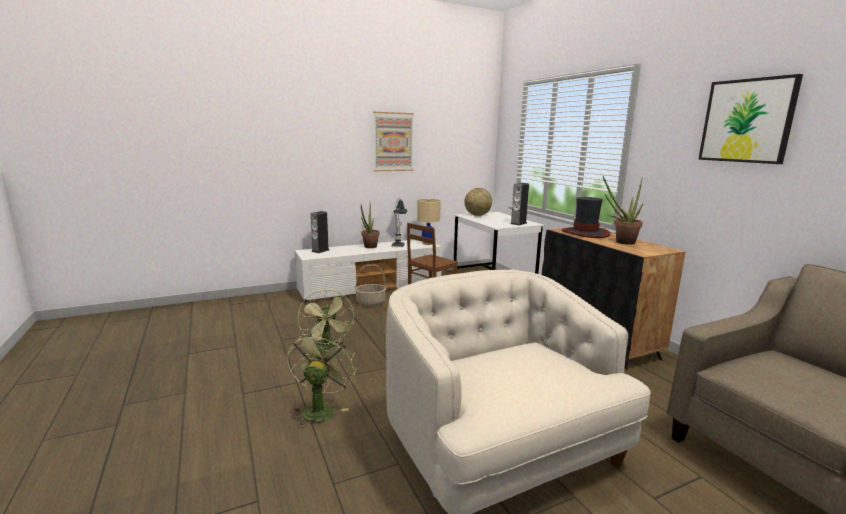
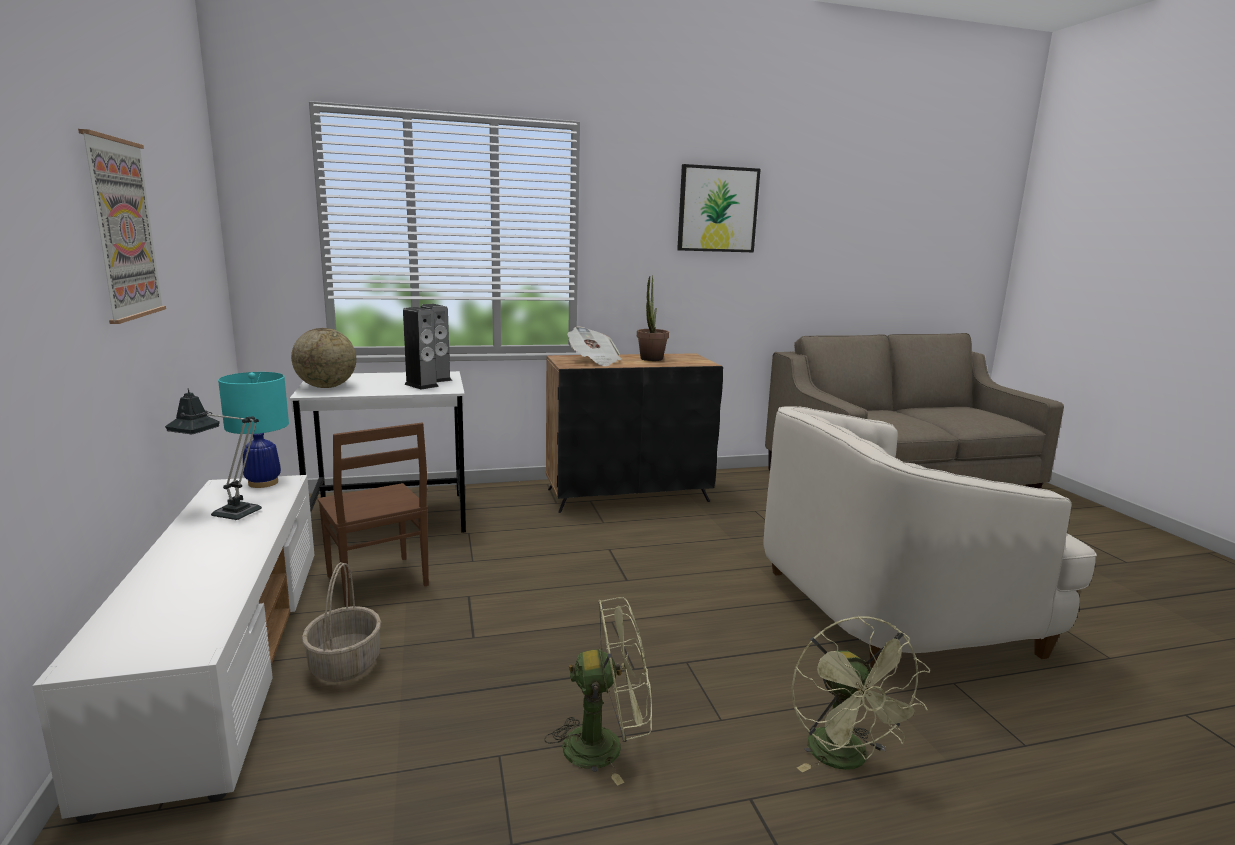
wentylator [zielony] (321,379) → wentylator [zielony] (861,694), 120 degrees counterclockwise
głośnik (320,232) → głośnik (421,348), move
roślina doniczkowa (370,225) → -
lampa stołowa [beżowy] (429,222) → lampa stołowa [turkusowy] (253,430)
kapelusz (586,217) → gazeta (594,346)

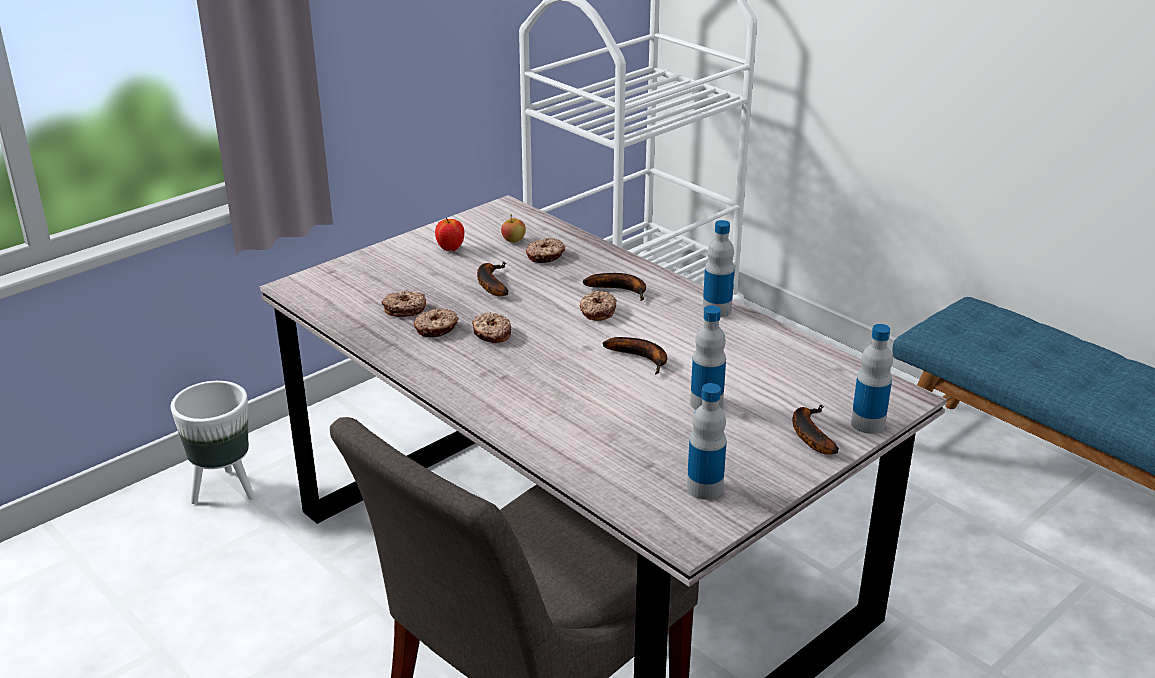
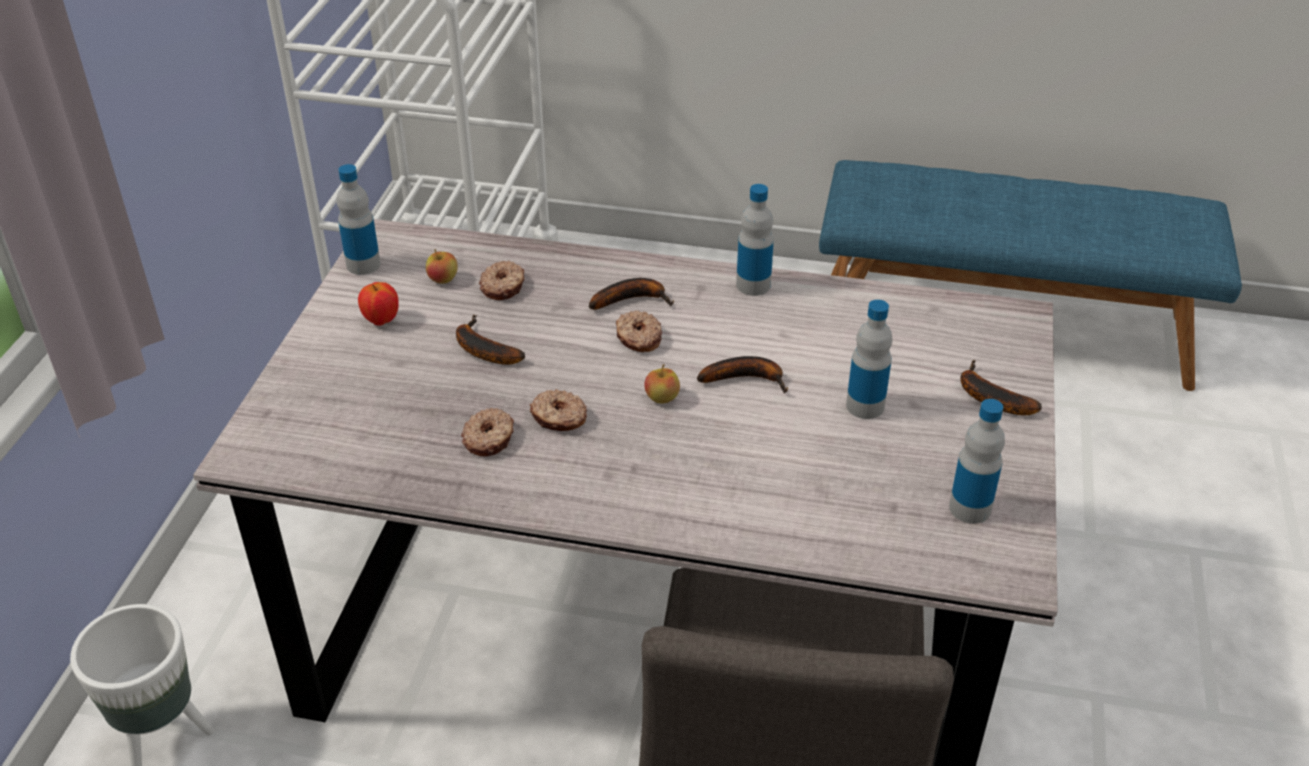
donut (404,303) → -
butelka (872,379) → butelka (359,219), move
- → jabłko (662,383)

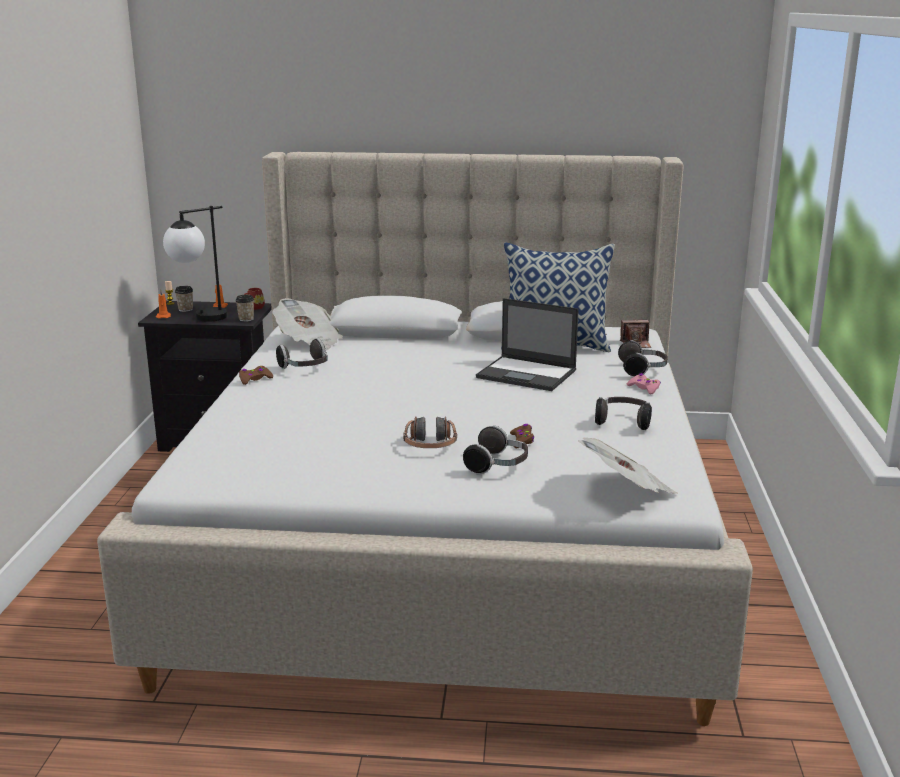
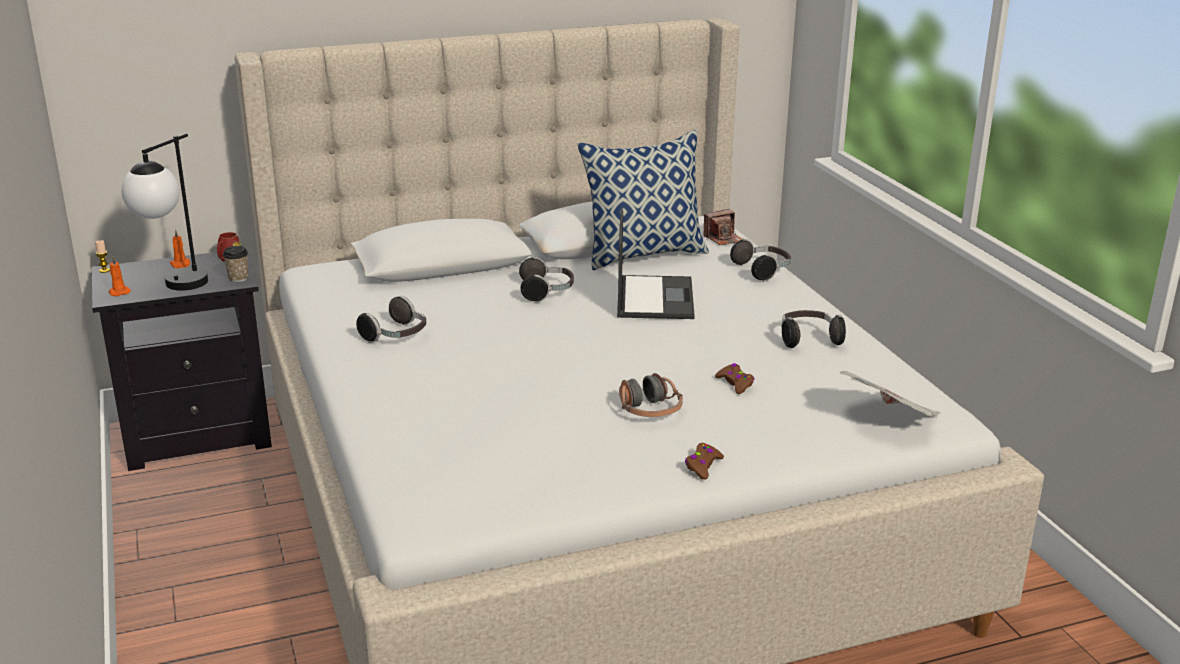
filiżanka (184,299) → -
pad do gier [brązowy] (256,375) → pad do gier [brązowy] (704,461), move
gazeta (308,324) → -
słuchawki (495,450) → słuchawki (546,279), move
laptop (527,344) → laptop (656,264), 90 degrees counterclockwise
pad do gier [różowy] (644,383) → -

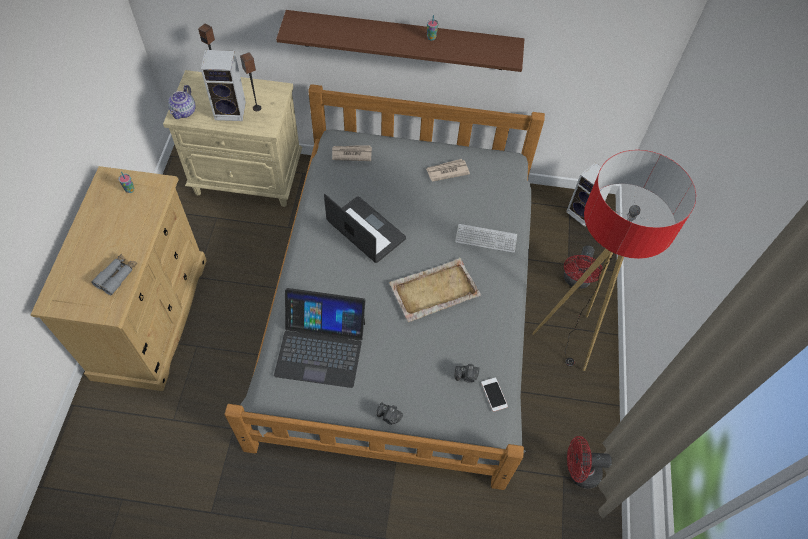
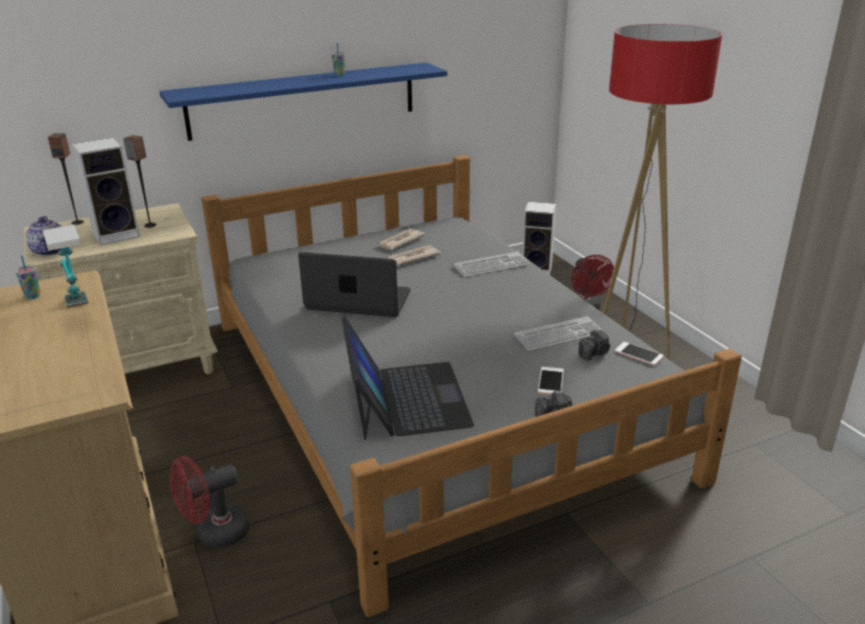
lornetka [szary] (114,274) → -
laptop (319,338) → laptop (407,378), 75 degrees counterclockwise
półka [brązowy] (400,41) → półka [niebieski] (303,101)
gazeta (352,153) → gazeta (414,255), move
taca [beżowy] (435,290) → -
wentylator [czerwony] (589,462) → wentylator [czerwony] (209,502), move
- → lampa stołowa (65,266)
- → klawiatura (558,333)
- → telefon (551,381)

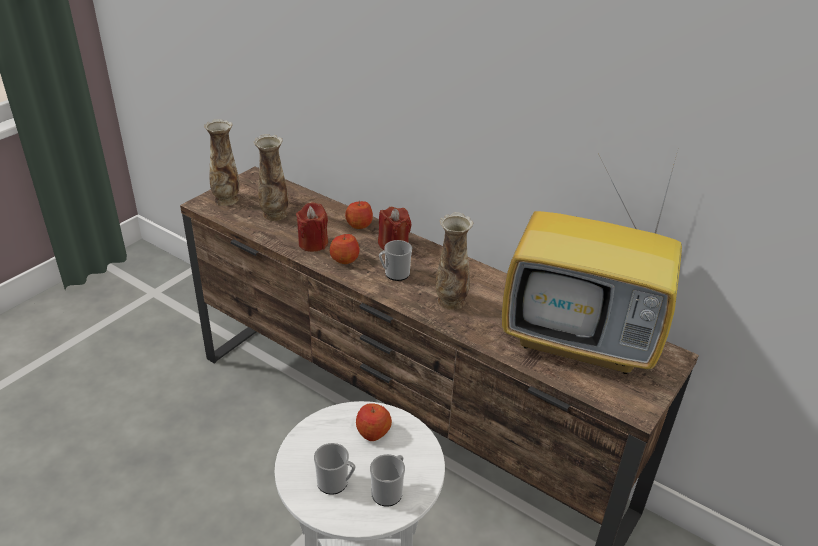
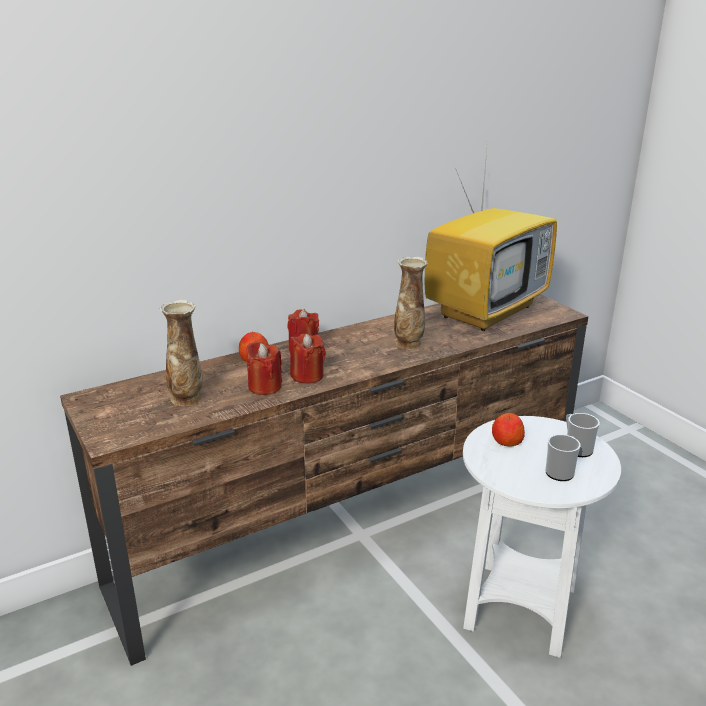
wazon (221,162) → -
jabłko (345,249) → świeca [czerwony] (308,359)
kubek (395,260) → -

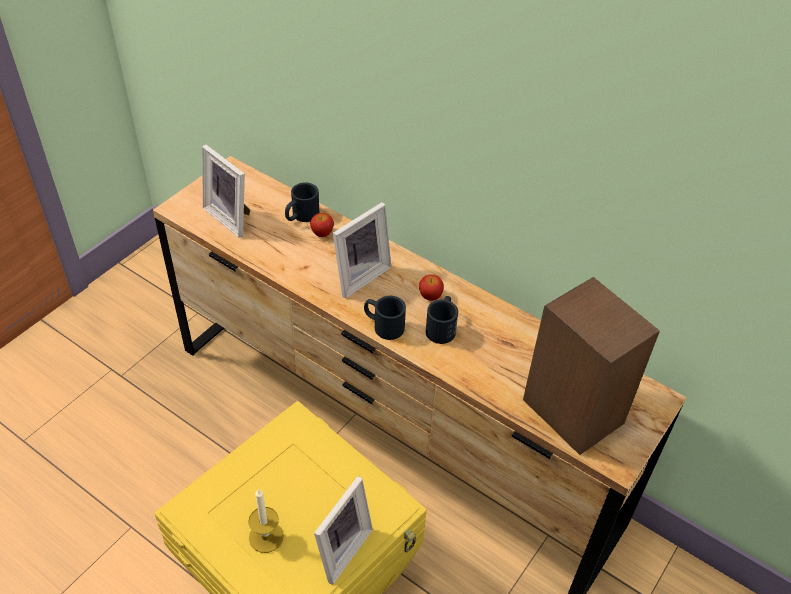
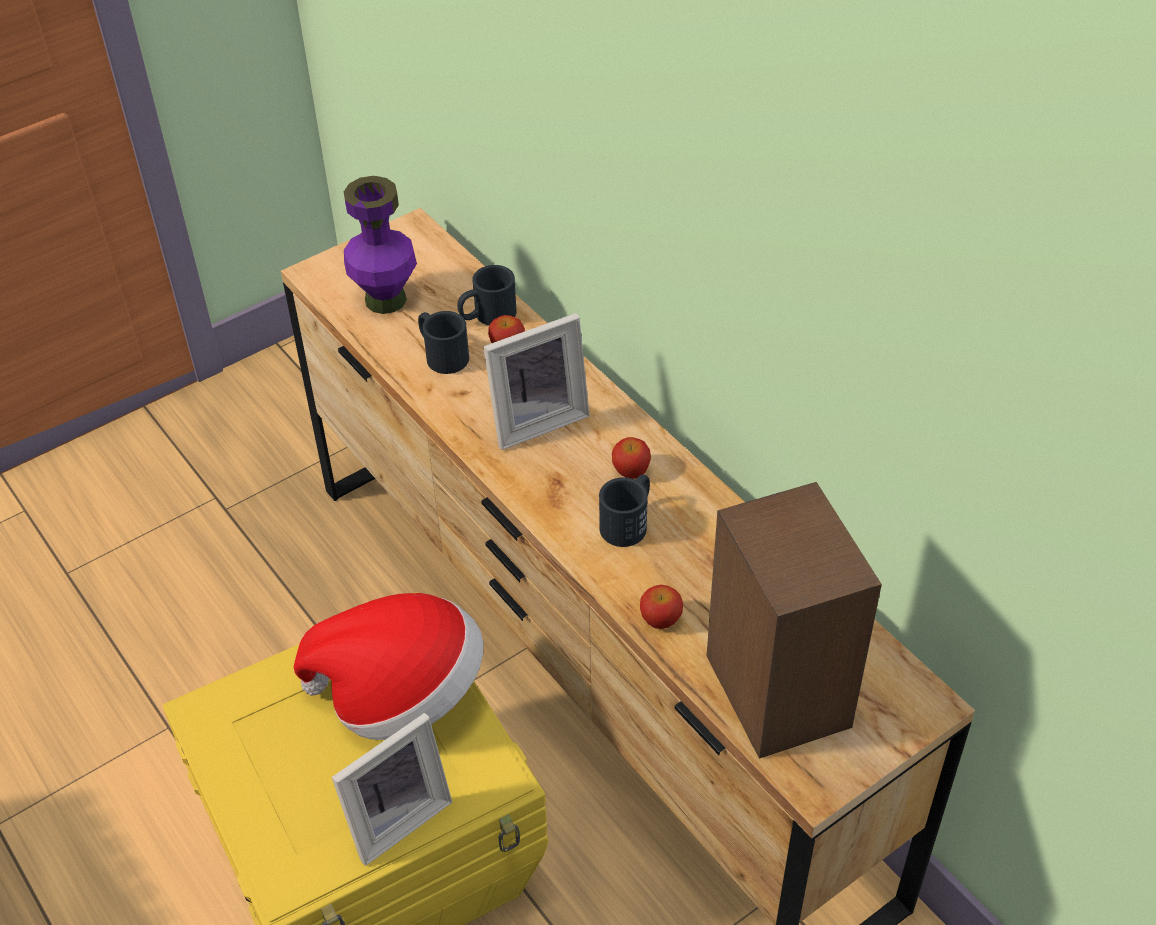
ramka na zdjęcie (226,191) → wazon [fioletowy] (380,245)
świeca (266,520) → -
kubek [czarny] (385,318) → kubek [czarny] (443,342), move
- → kapelusz (388,666)
- → jabłko (661,607)

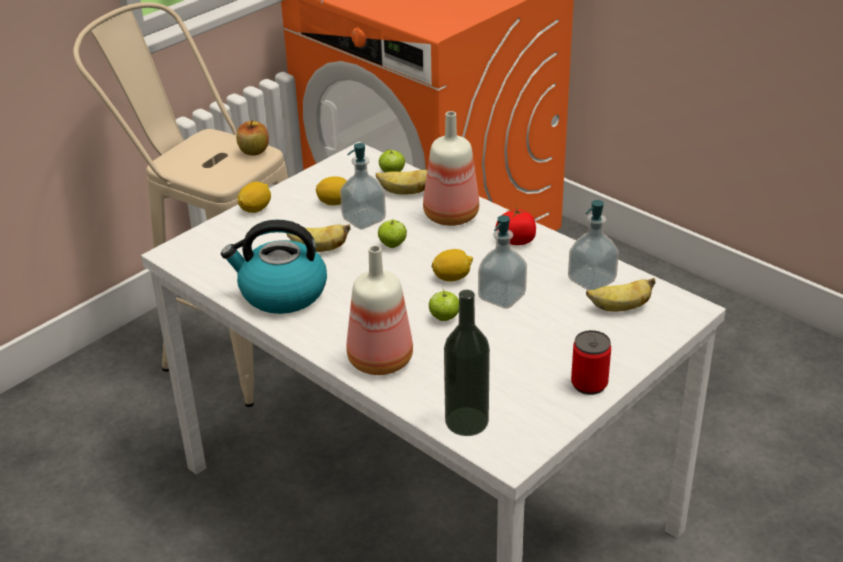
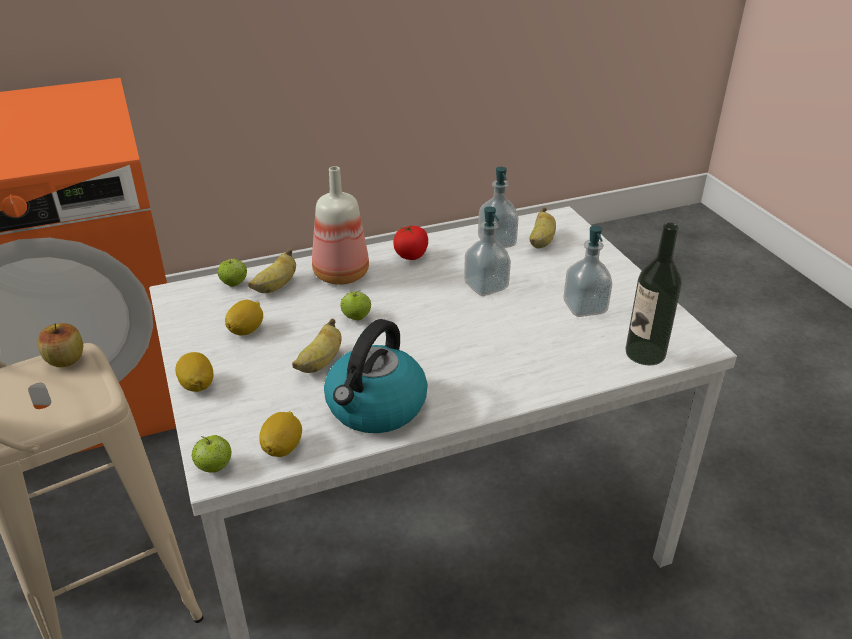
dozownik mydła (363,186) → dozownik mydła (587,271), move
butelka (379,310) → -
jabłko (444,304) → jabłko (211,453), move
cytryna (452,265) → cytryna (280,434), move
puszka (591,362) → -

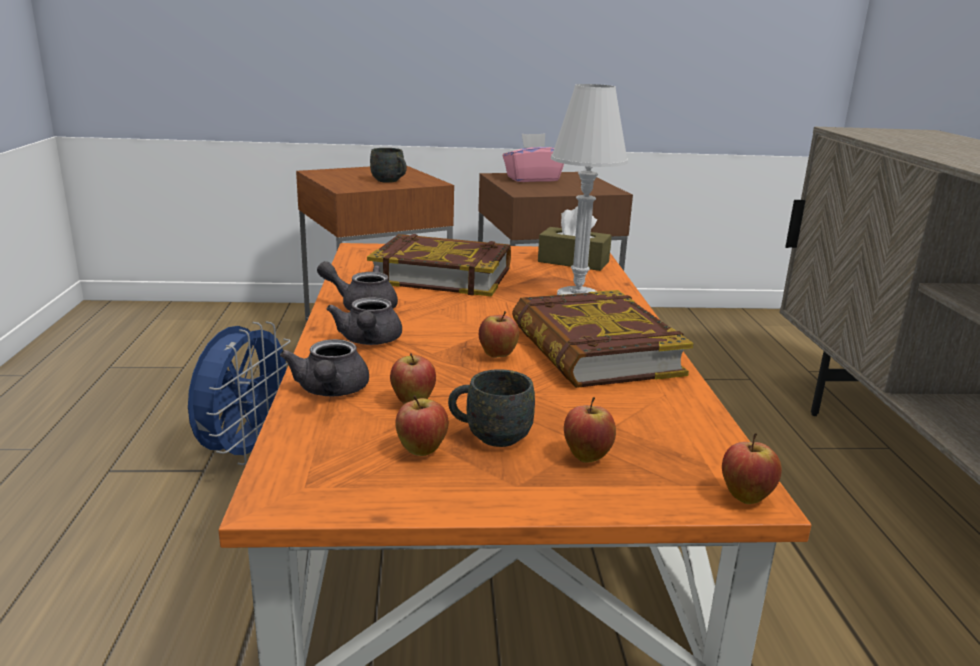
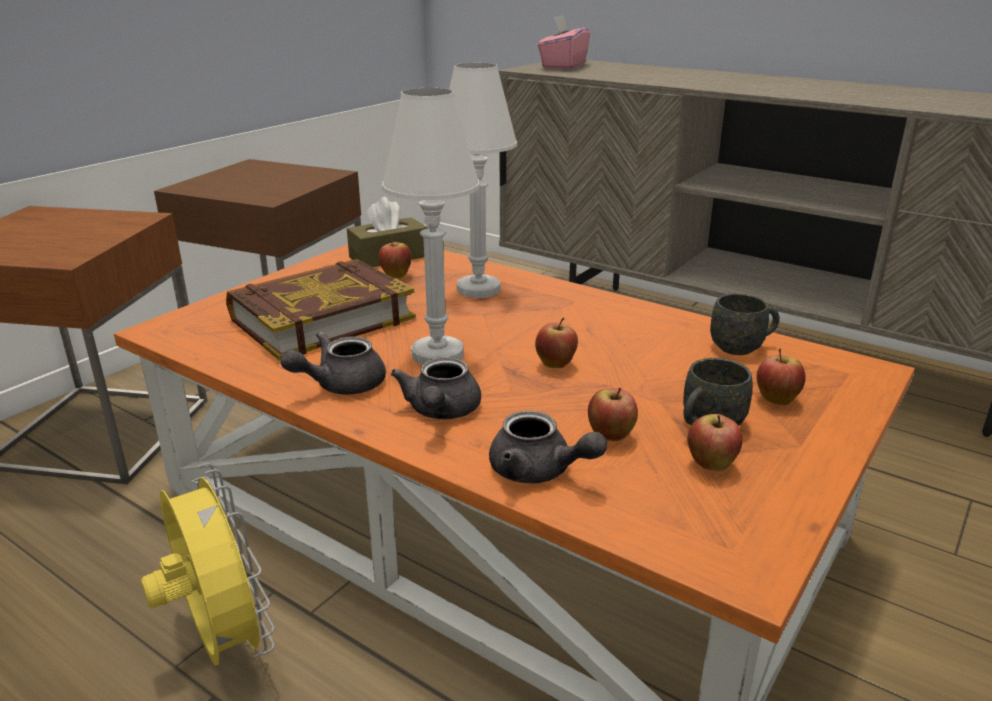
wentylator [niebieski] (239,393) → wentylator [żółty] (208,564)
imbryk [szary] (364,321) → imbryk [szary] (436,388), 60 degrees clockwise
kubek [szary] (388,165) → kubek [szary] (745,324), move
pudełko chusteczek [różowy] (533,157) → pudełko chusteczek [różowy] (563,42), move
książka (602,339) → -
jabłko (752,468) → jabłko (395,257), move
- → lampa stołowa [biały] (431,226)

